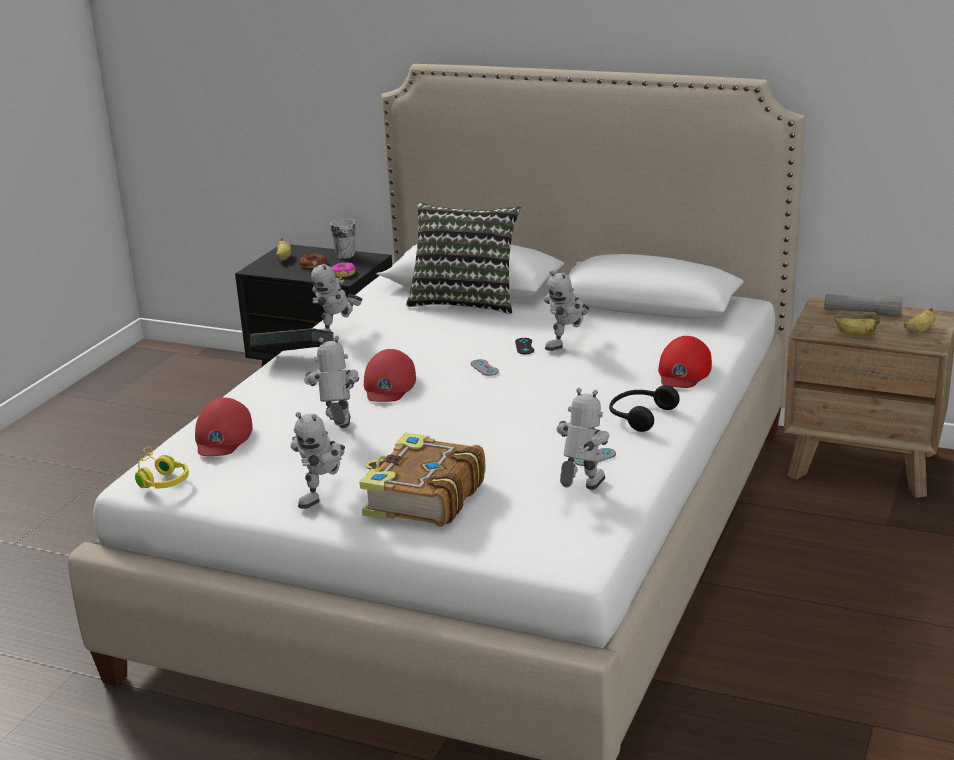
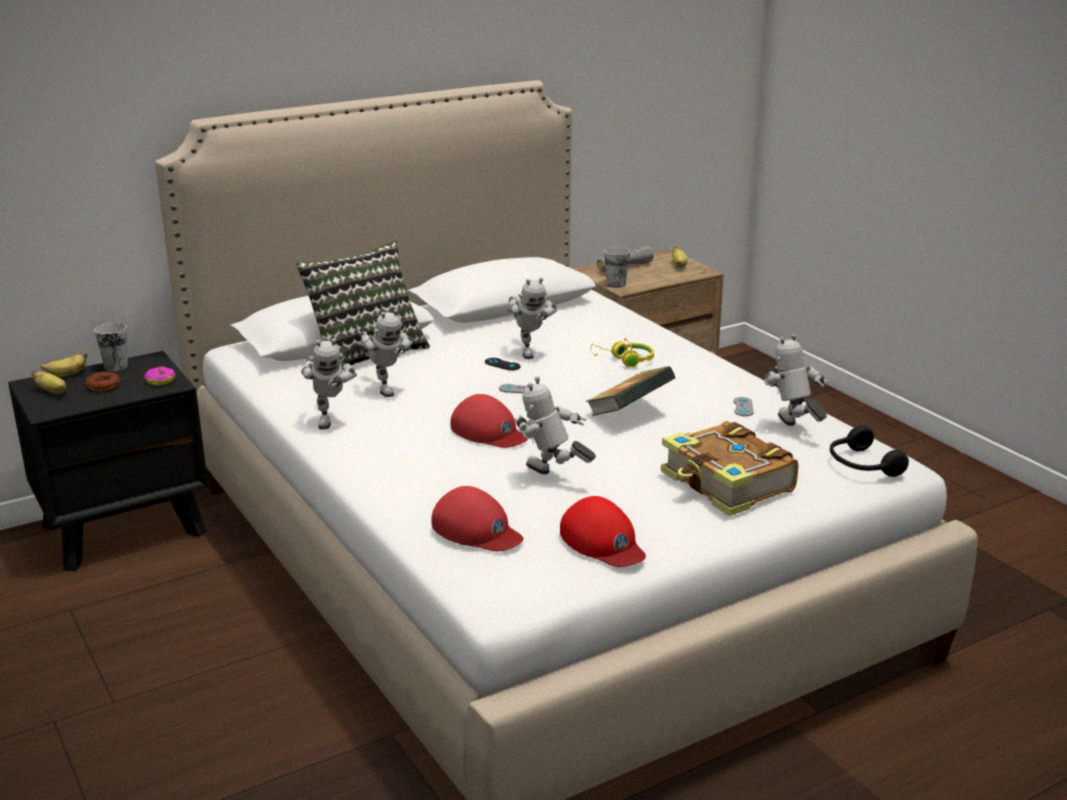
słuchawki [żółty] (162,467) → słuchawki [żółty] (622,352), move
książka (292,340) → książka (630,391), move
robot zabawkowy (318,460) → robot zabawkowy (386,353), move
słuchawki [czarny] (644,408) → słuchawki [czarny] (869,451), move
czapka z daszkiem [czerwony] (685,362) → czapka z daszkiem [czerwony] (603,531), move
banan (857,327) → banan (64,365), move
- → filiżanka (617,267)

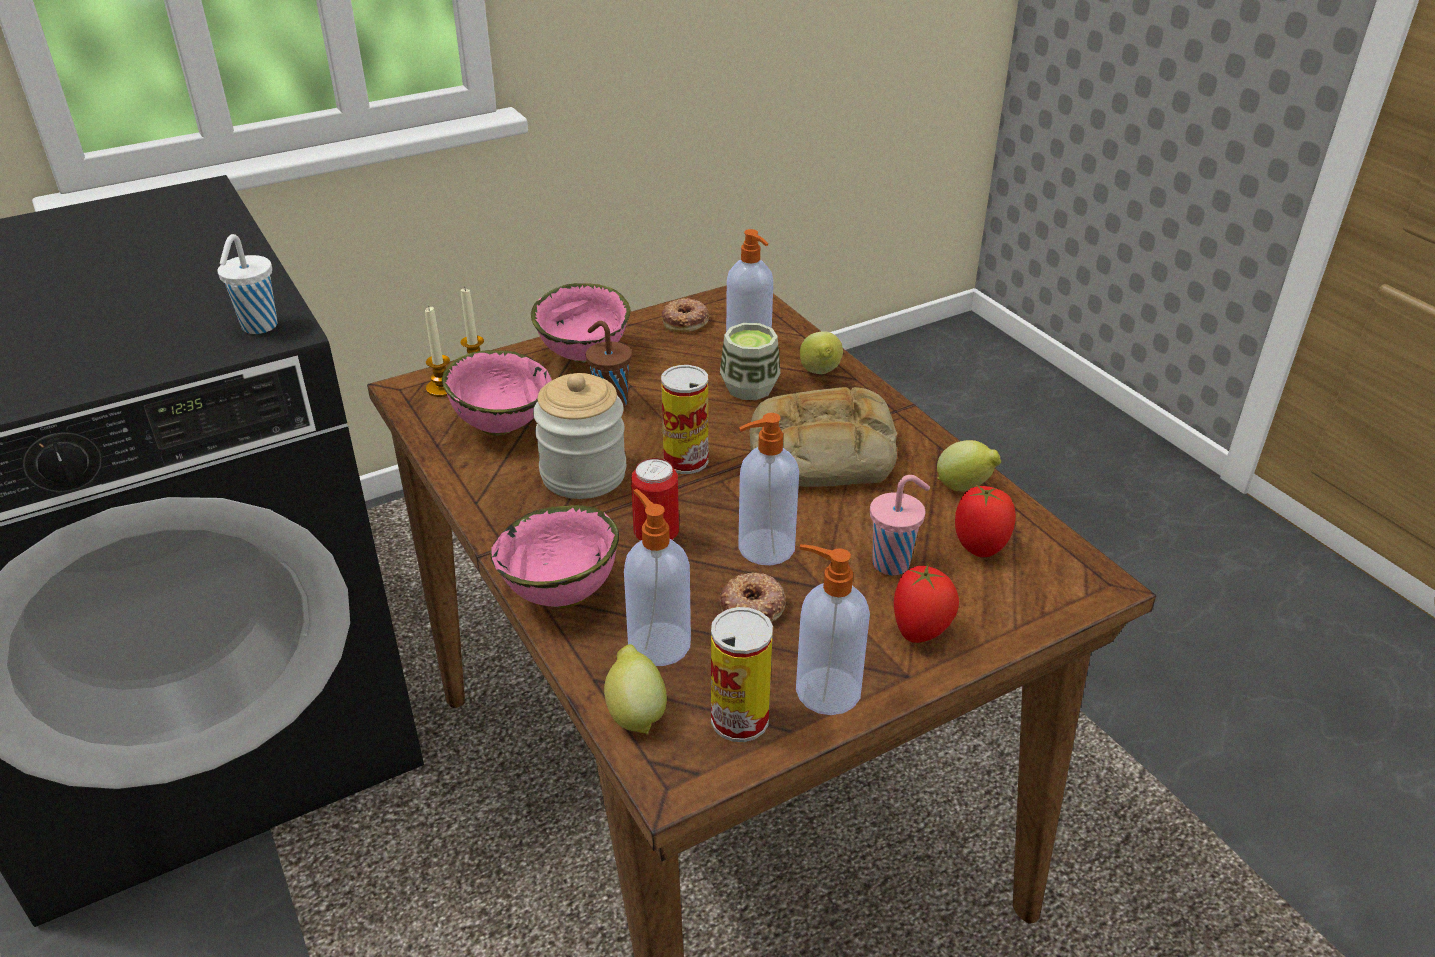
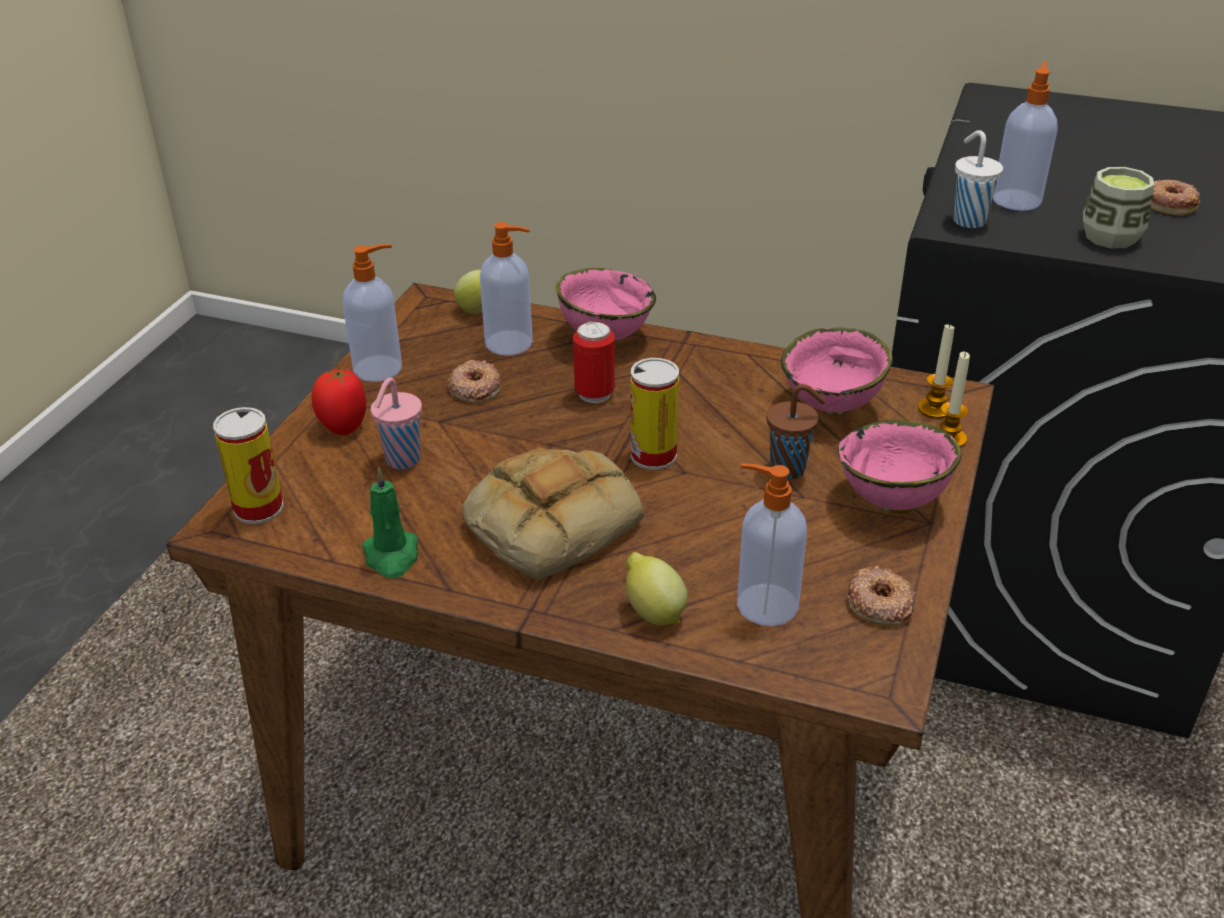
słoik (579,436) → -
puszka (742,674) → puszka (248,465), move
filiżanka (750,361) → filiżanka (1118,207), move
dozownik mydła (768,489) → dozownik mydła (1025,136), move
cytryna (969,466) → świeca [zielony] (390,522)
pomidor (985,520) → -
- → donut (1175,197)

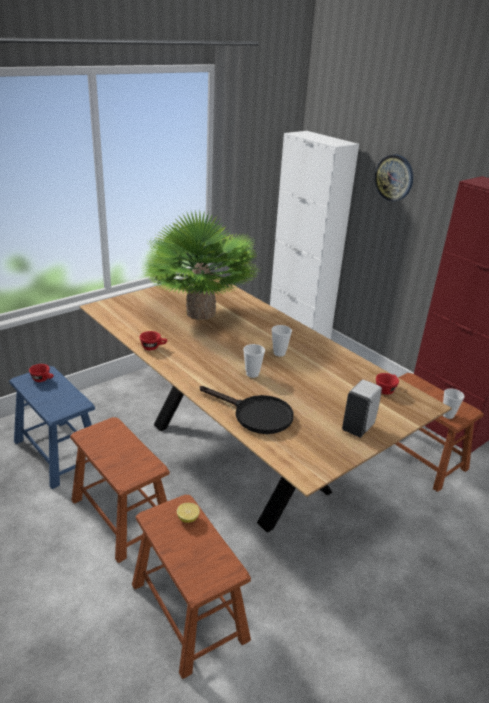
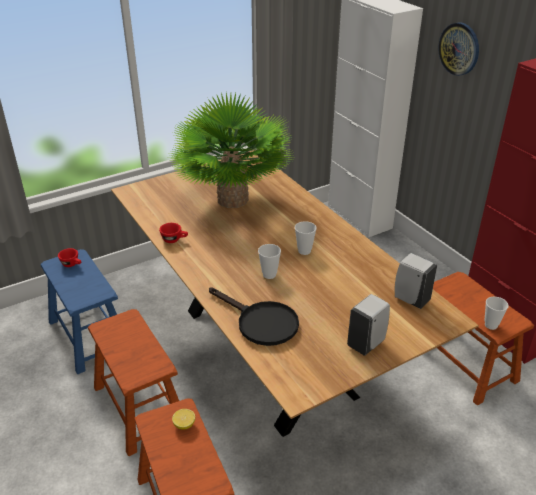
filiżanka [czerwony] (387,384) → dozownik mydła [biały] (416,281)

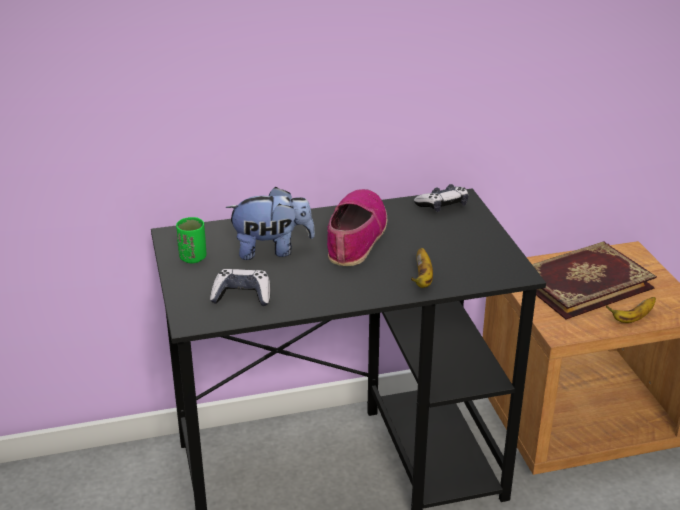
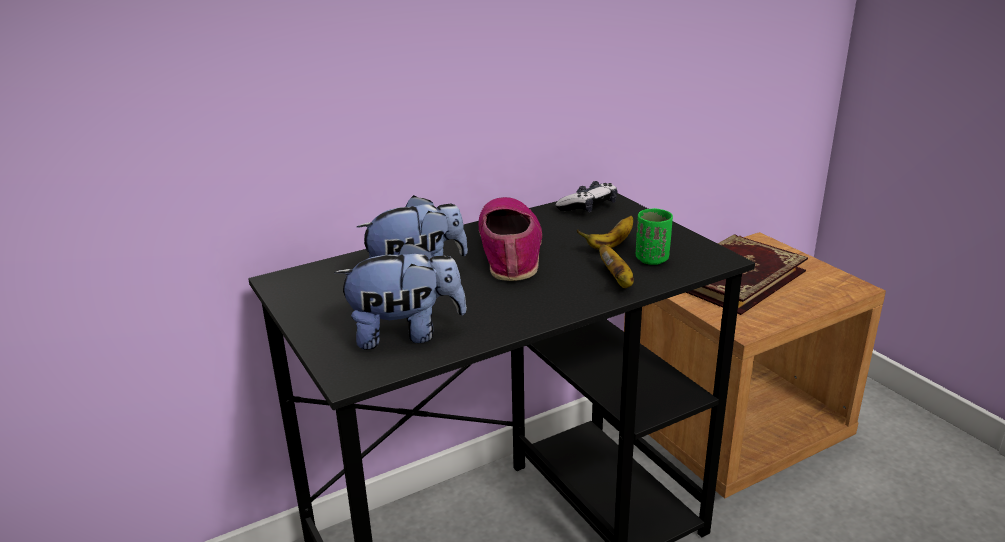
filiżanka [zielony] (191,240) → filiżanka [zielony] (654,236), move
pad do gier (240,287) → pluszak (400,296)
banan (631,310) → banan (604,233), move

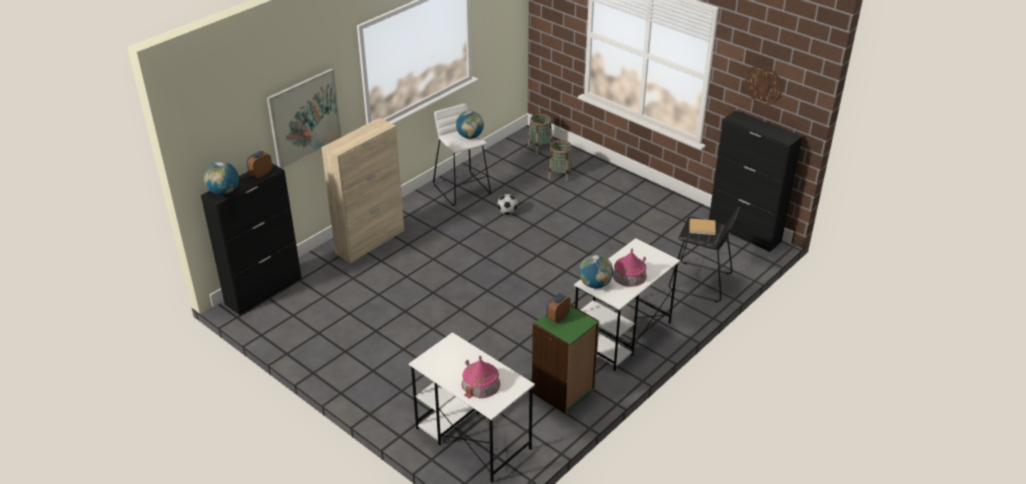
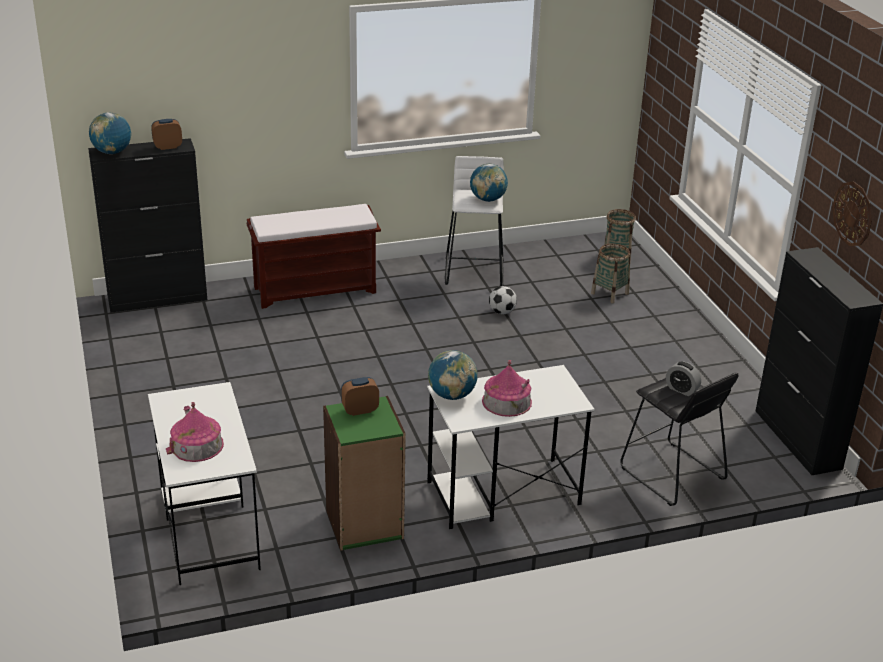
obraz (304,118) → -
szafka [beżowy] (362,190) → ławka [brązowy] (314,256)
książka [beżowy] (703,226) → budzik (683,379)

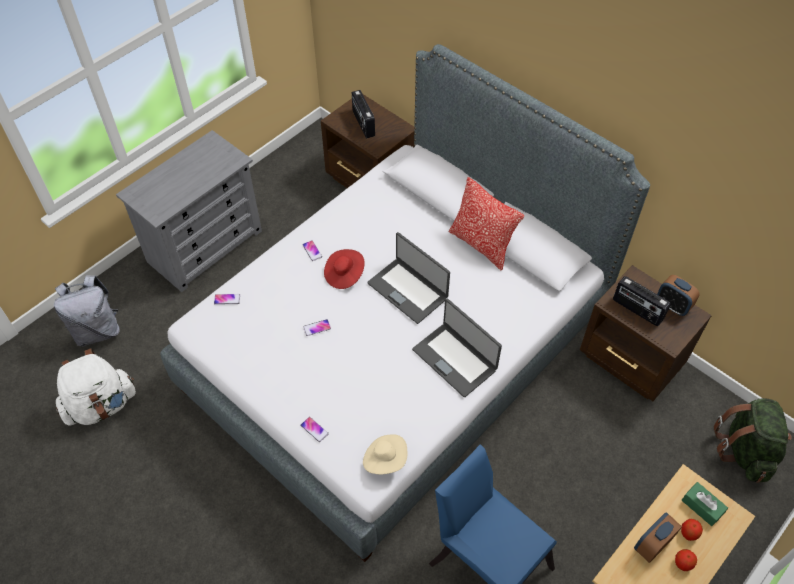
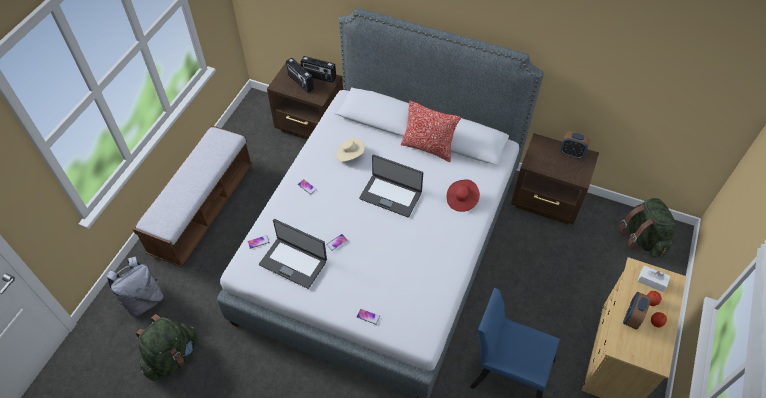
plecak [biały] (96,386) → plecak [zielony] (167,347)
komoda [szary] (189,211) → ławka (193,196)
kapelusz [czerwony] (344,269) → kapelusz [czerwony] (463,195), move
kapelusz [beżowy] (385,454) → kapelusz [beżowy] (350,150), move
laptop (457,348) → laptop (293,254), move
radio (642,301) → radio (318,69), move
pudełko chusteczek [zielony] (705,504) → pudełko chusteczek [biały] (653,279)

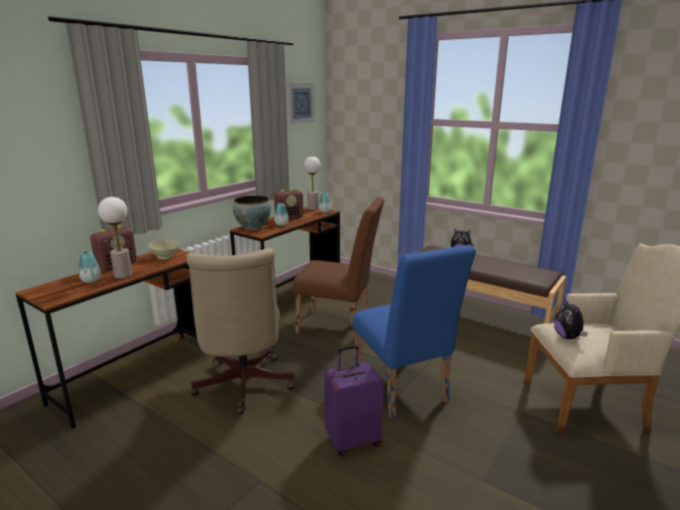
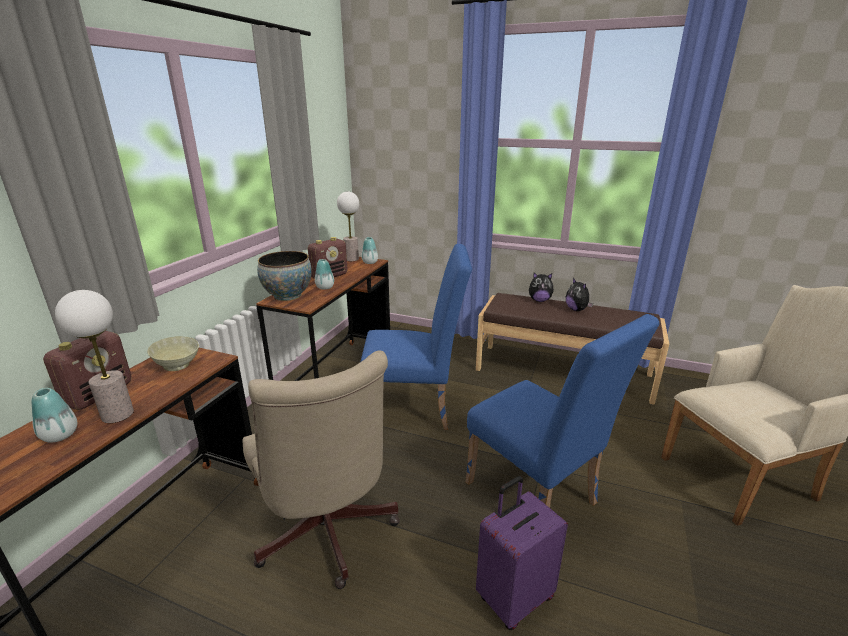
obraz (301,103) → -
krzesło [brązowy] (339,268) → krzesło [niebieski] (416,337)
pluszak (571,319) → pluszak (579,294), move

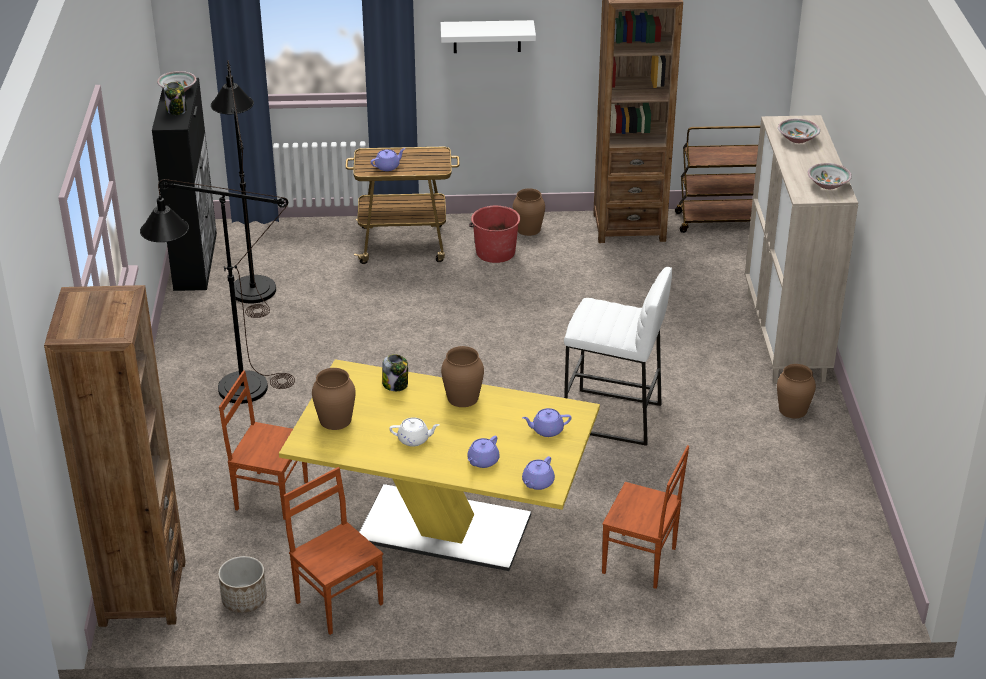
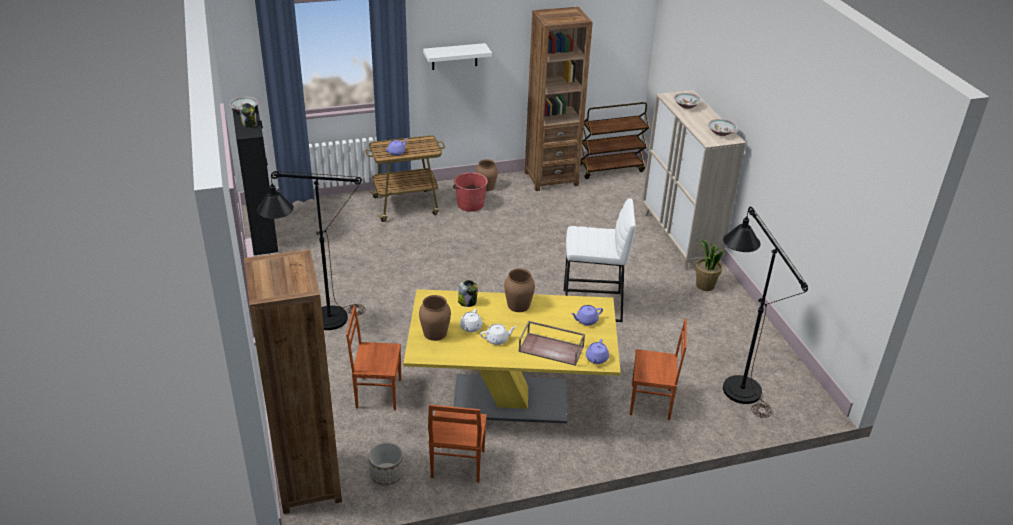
lampa stojąca [czarny] (243,189) → lampa stojąca [czarny] (765,312), move
krzesło [brązowy] (333,551) → krzesło [brązowy] (457,443), 120 degrees counterclockwise
imbryk [fioletowy] (483,452) → taca [brązowy] (551,343)
wazon [brązowy] (796,391) → roślina doniczkowa (710,265)
- → imbryk [biały] (471,320)

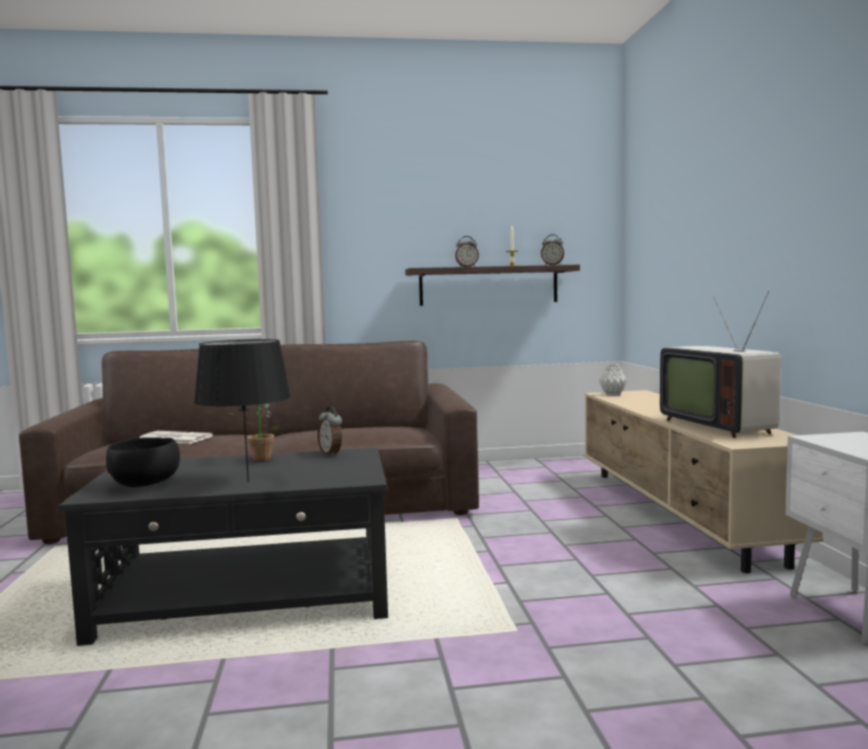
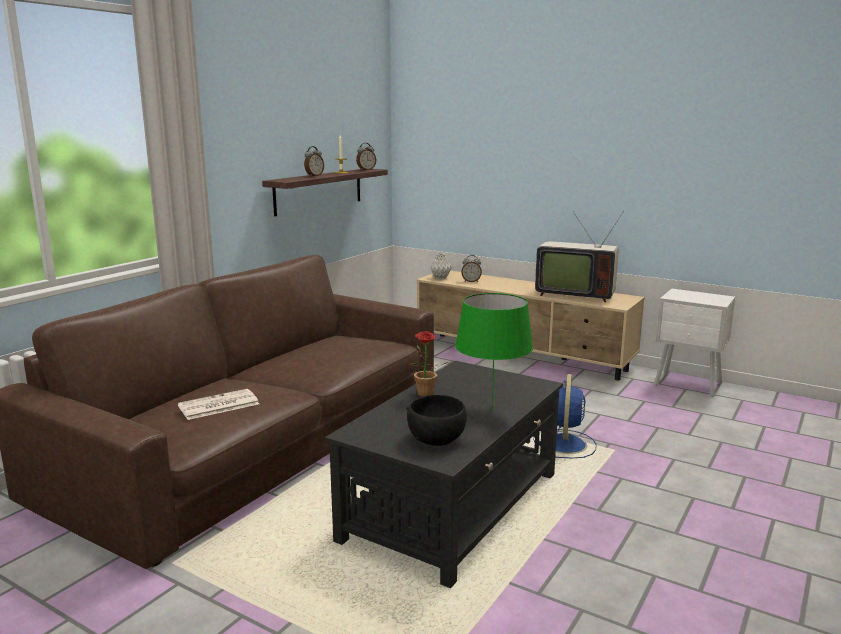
lampa stołowa [czarny] (242,410) → lampa stołowa [zielony] (494,352)
budzik (330,431) → budzik (471,268), move
- → wentylator [niebieski] (564,416)

